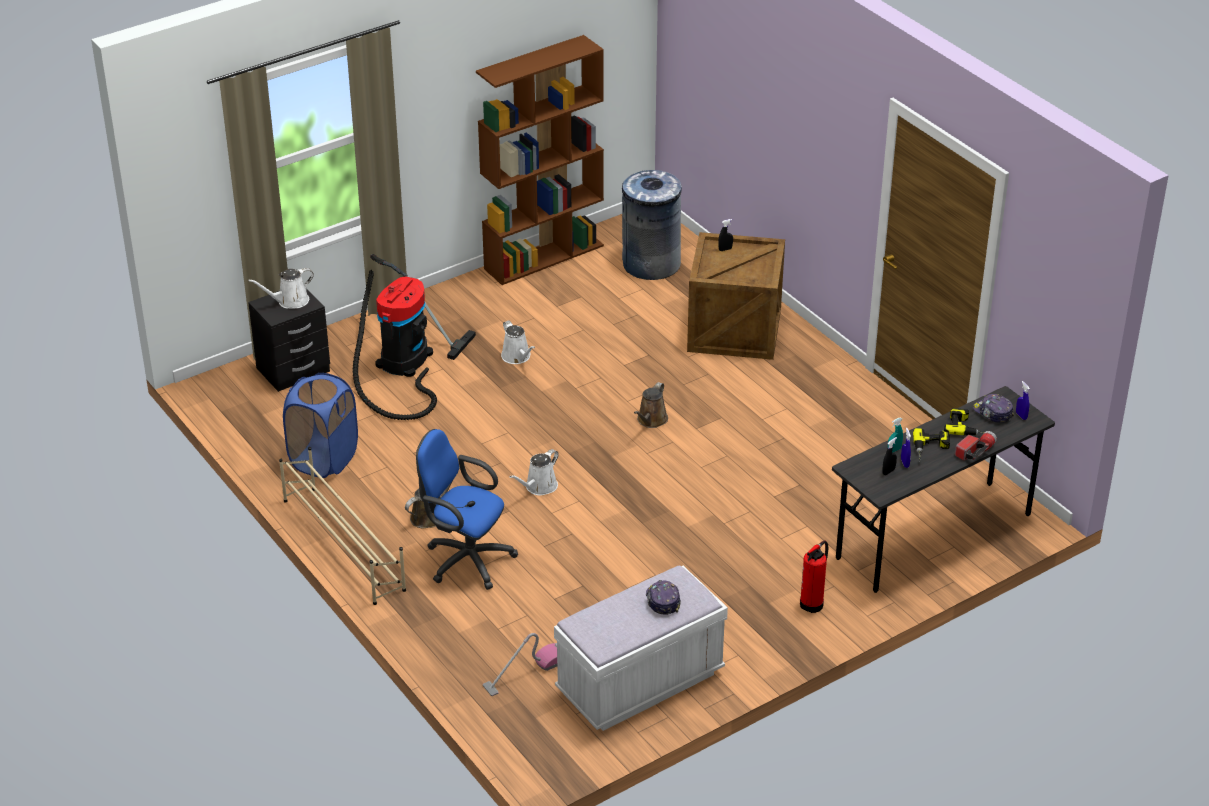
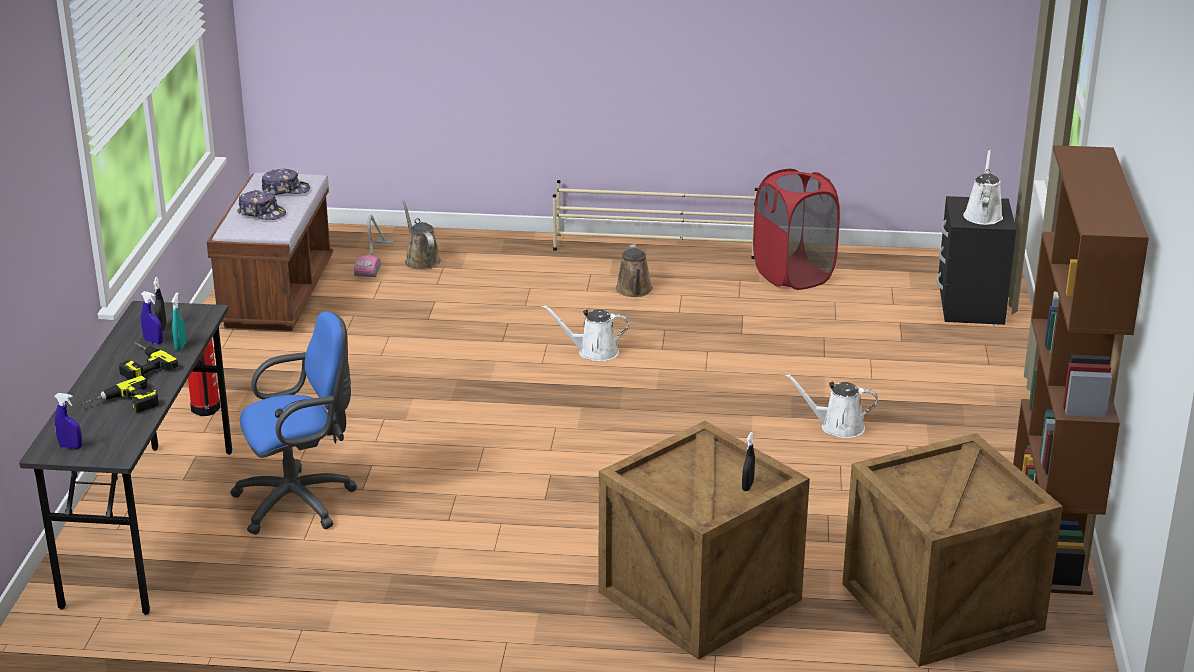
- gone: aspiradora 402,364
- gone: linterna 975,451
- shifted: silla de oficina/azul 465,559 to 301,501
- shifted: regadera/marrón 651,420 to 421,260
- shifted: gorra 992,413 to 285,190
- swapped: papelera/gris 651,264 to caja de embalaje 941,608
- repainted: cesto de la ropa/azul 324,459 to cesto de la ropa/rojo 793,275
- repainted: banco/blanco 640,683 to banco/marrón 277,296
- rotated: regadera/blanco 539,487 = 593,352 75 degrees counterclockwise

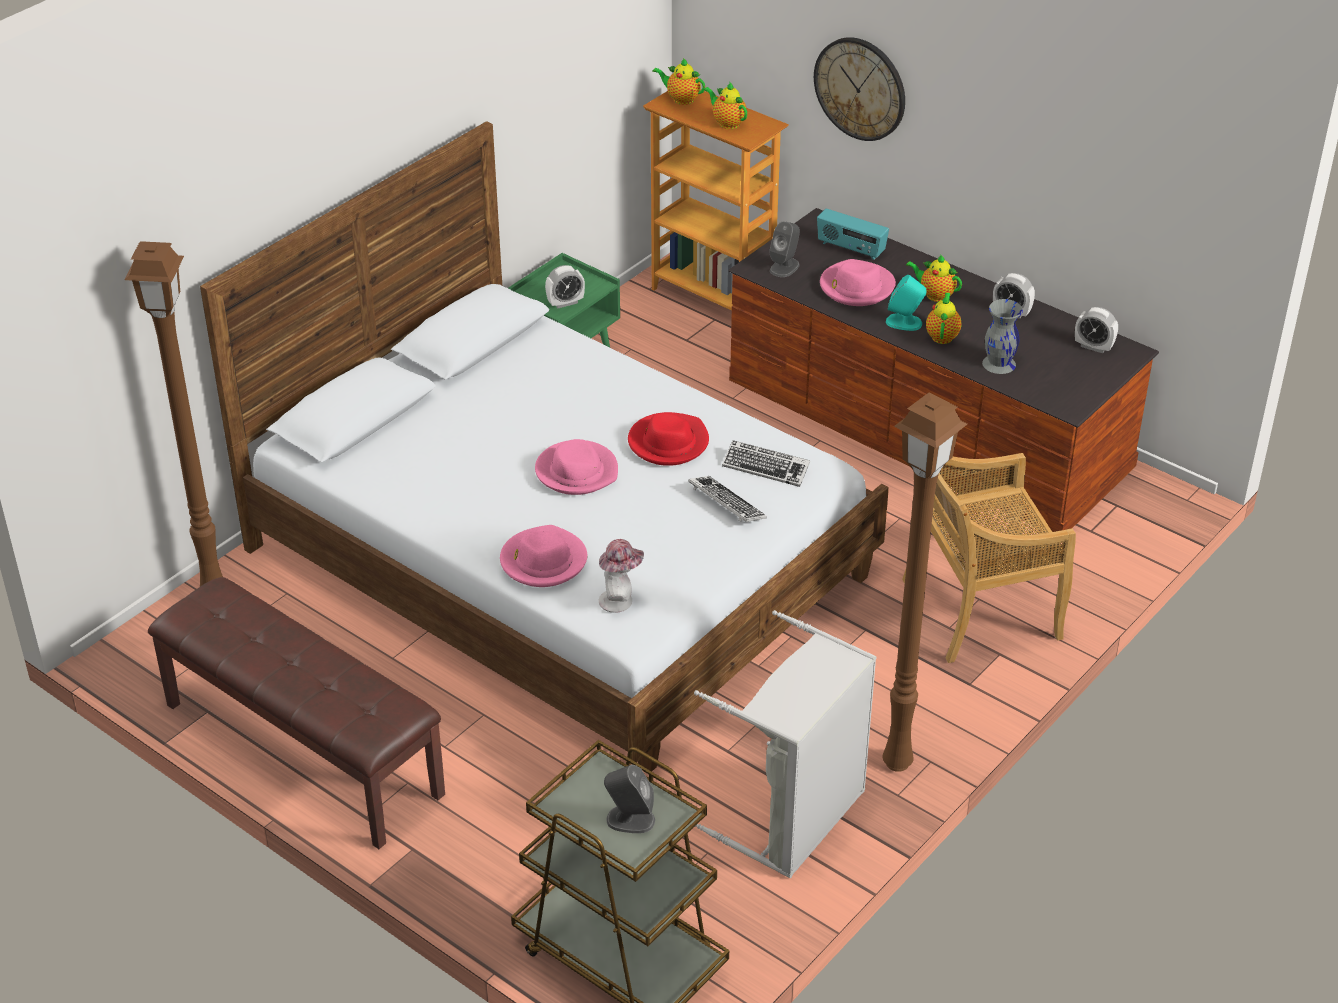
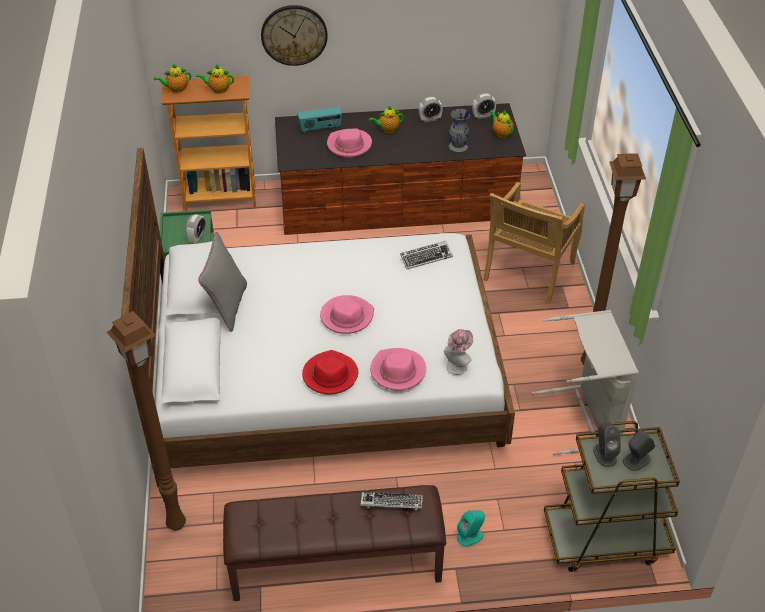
- new: cojín/gris 227,306
- shifted: sombrero/rojo 668,442 to 330,375
- shifted: teclado 726,504 to 391,503
- shifted: altavoz/gris 784,267 to 604,454
- shifted: altavoz/turquesa 904,322 to 470,536
- shifted: tetera 942,336 to 501,133

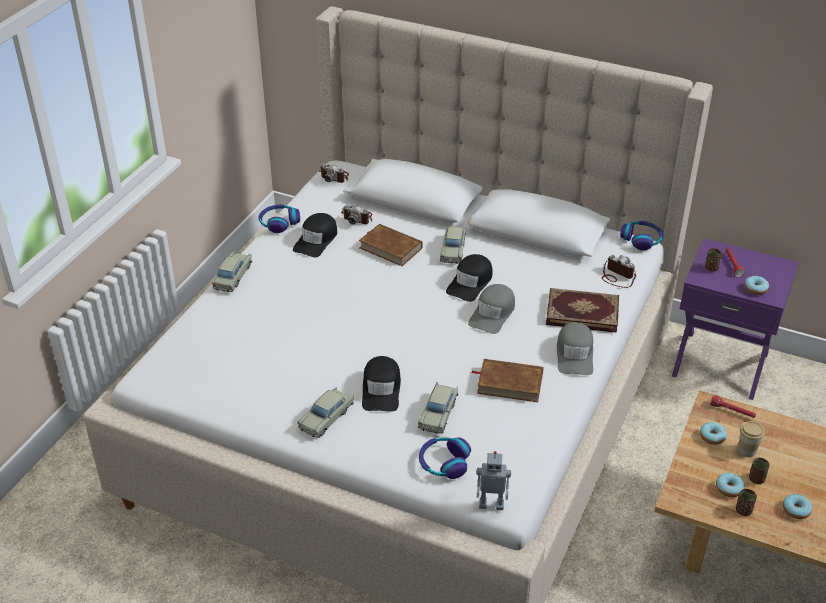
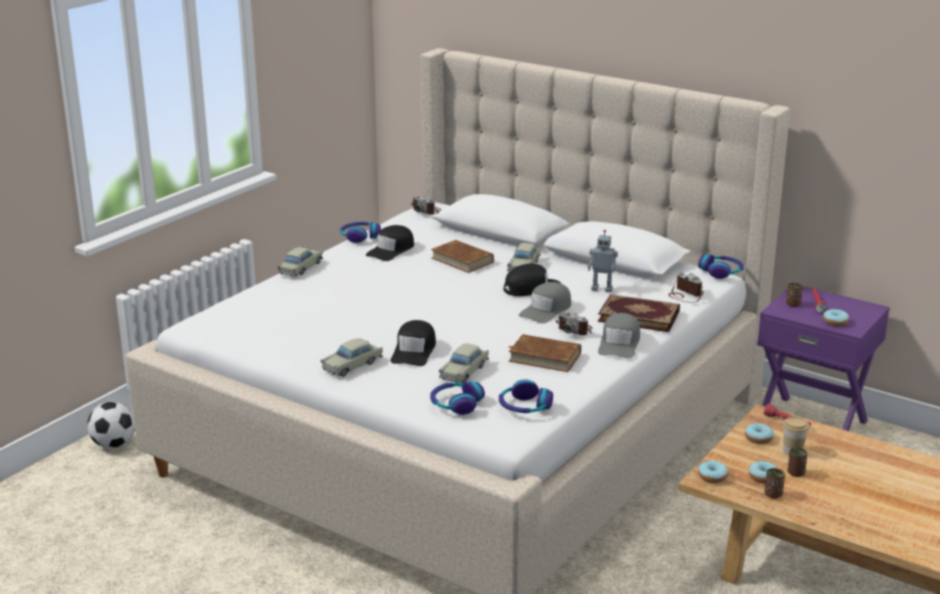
- new: balón de fútbol 114,445
- new: auriculares 524,407
- shifted: cámara 358,218 to 575,329
- shifted: robot de juguete 491,504 to 602,289
- shifted: rosquilla 796,510 to 712,477
- rotated: gorra/negro 470,283 = 532,288 150 degrees counterclockwise

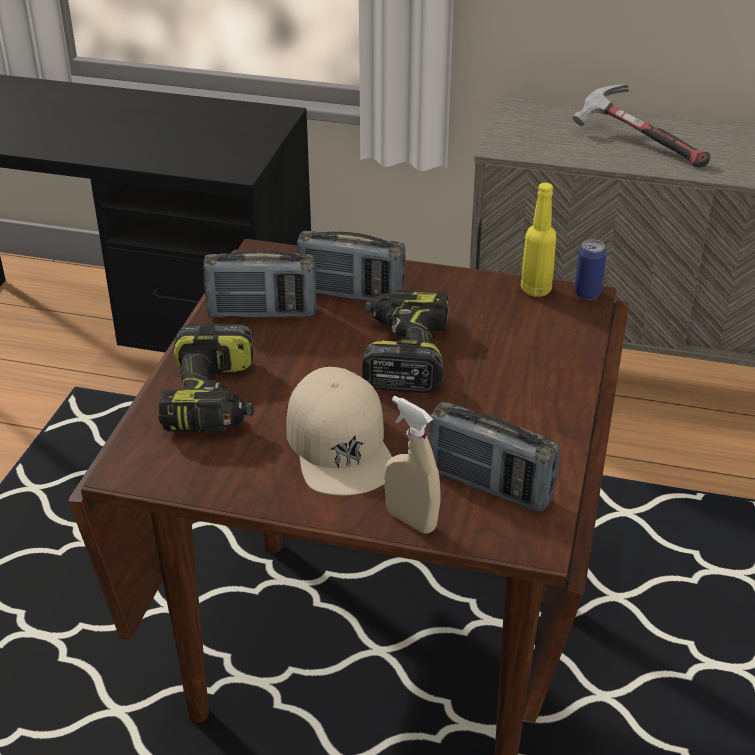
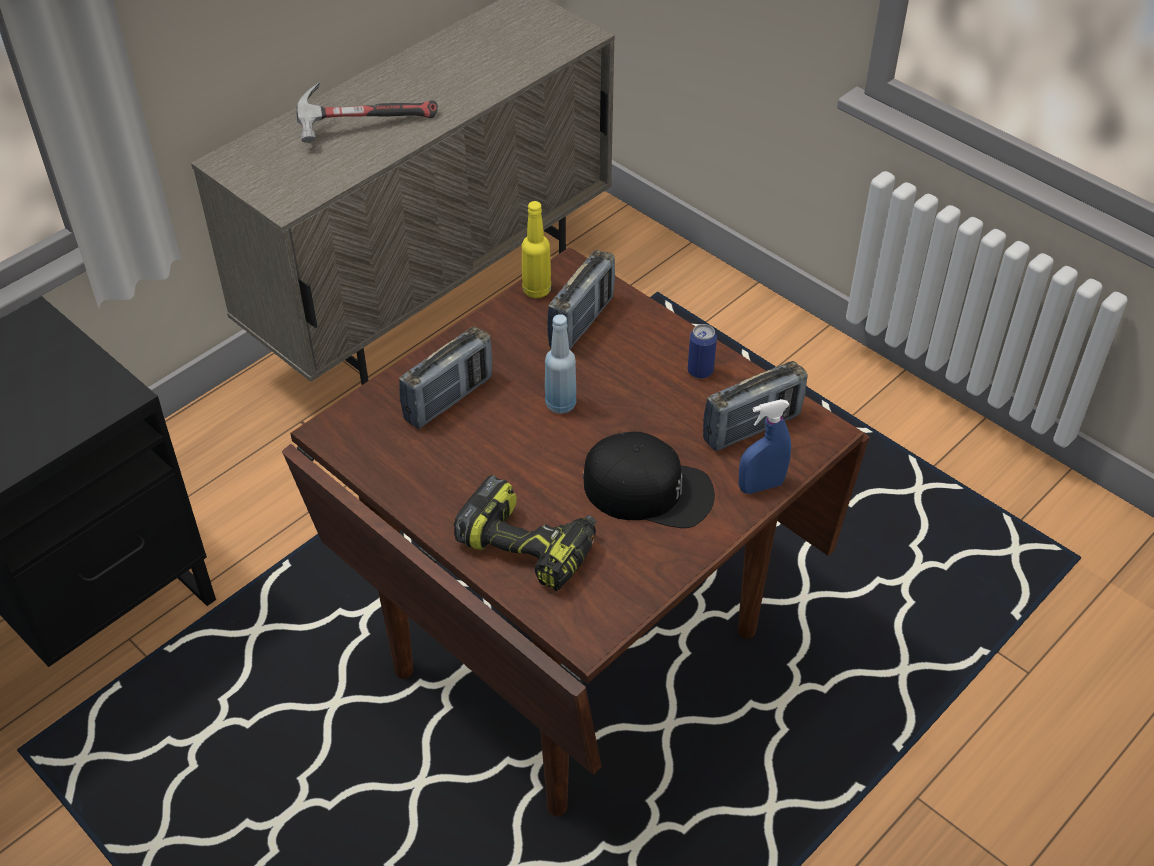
- shifted: radio 262,313 to 581,323
- shifted: lata 587,293 to 700,371
- swapped: taladro 403,354 to botella/azul 561,404
- repainted: gorra/beis 340,445 to gorra/negro 648,489
- repainted: pulverizador/beis 411,520 to pulverizador/azul 761,486

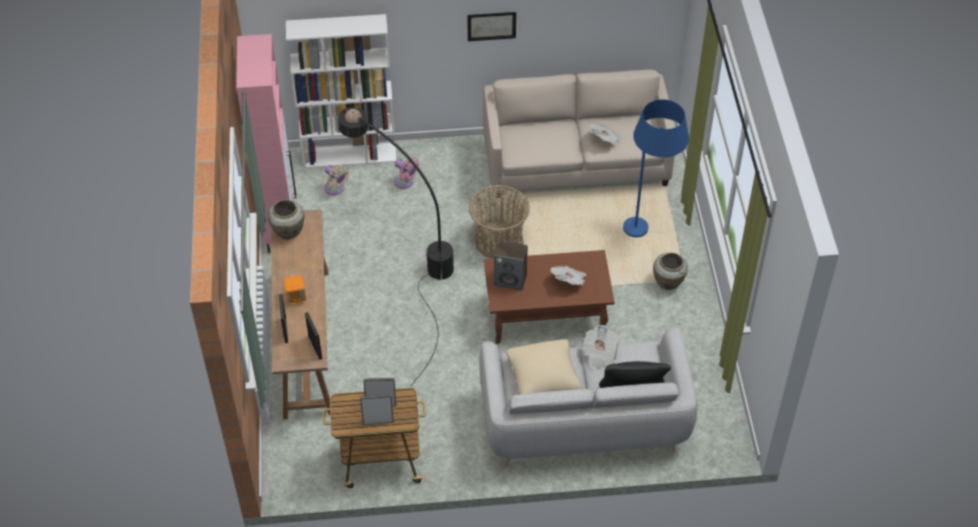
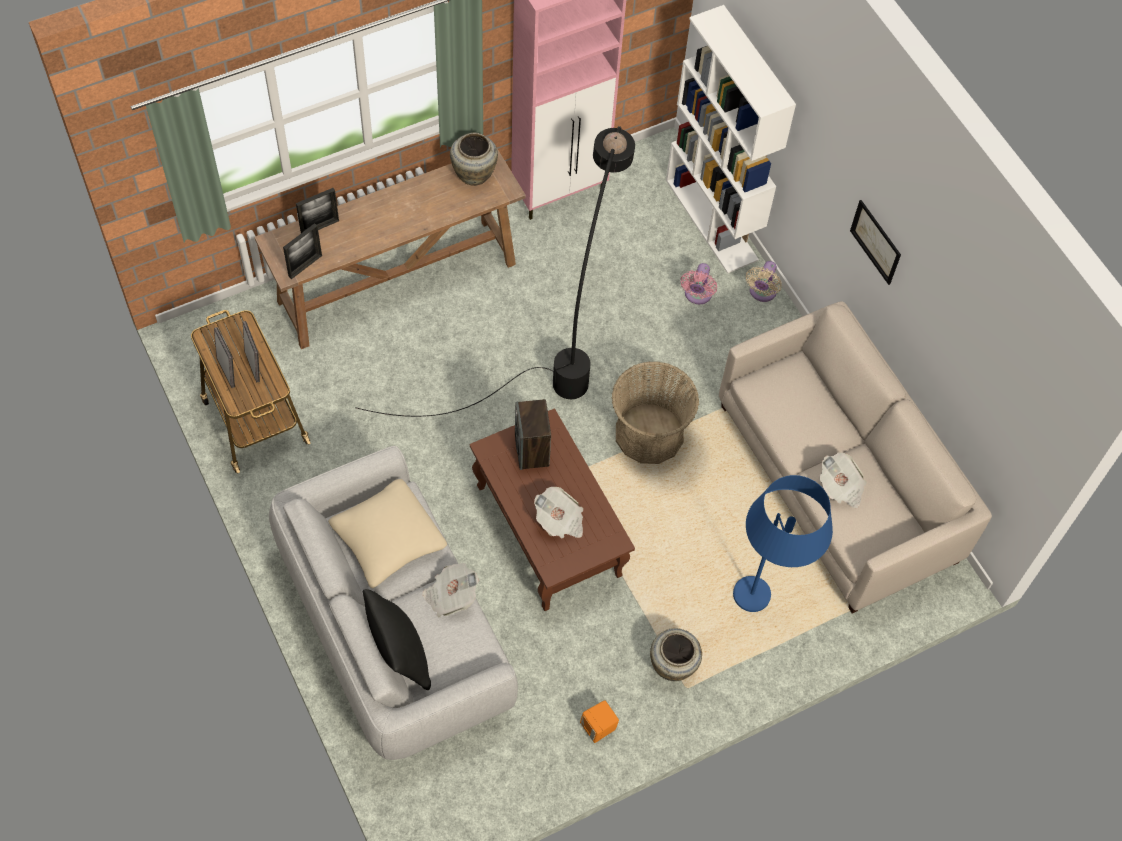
- shifted: altavoz/naranja 296,297 to 598,727
- shifted: ventilador/beis 335,189 to 761,293

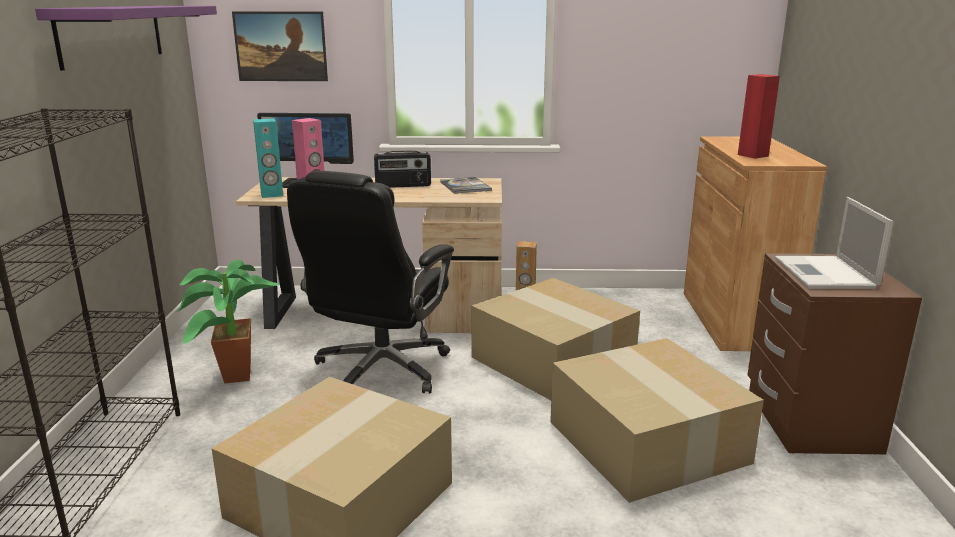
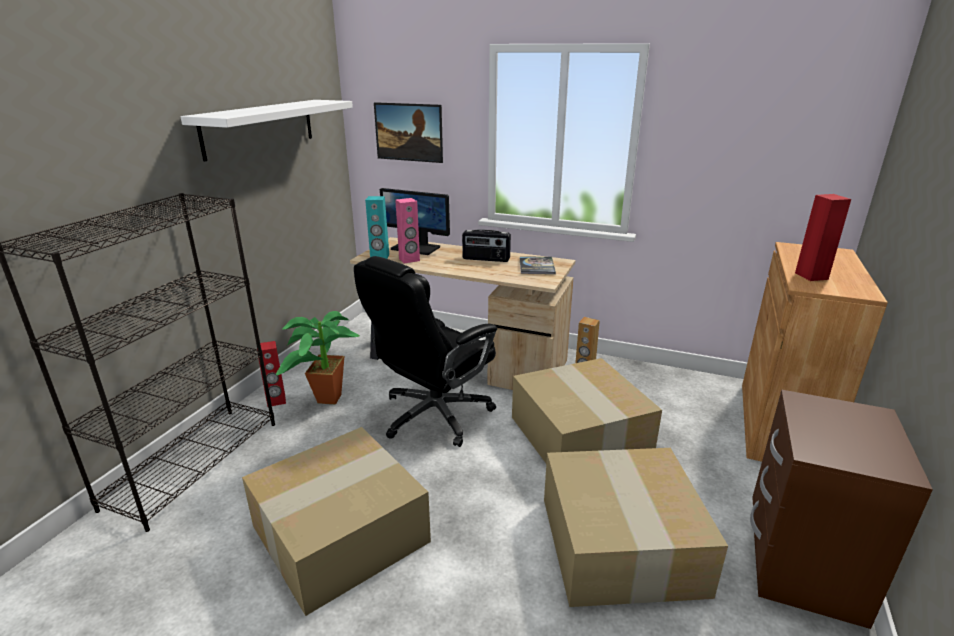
- gone: portátil 825,274
- new: altavoz/rojo 276,401
- repainted: estante/morado 112,34 to estante/blanco 260,127

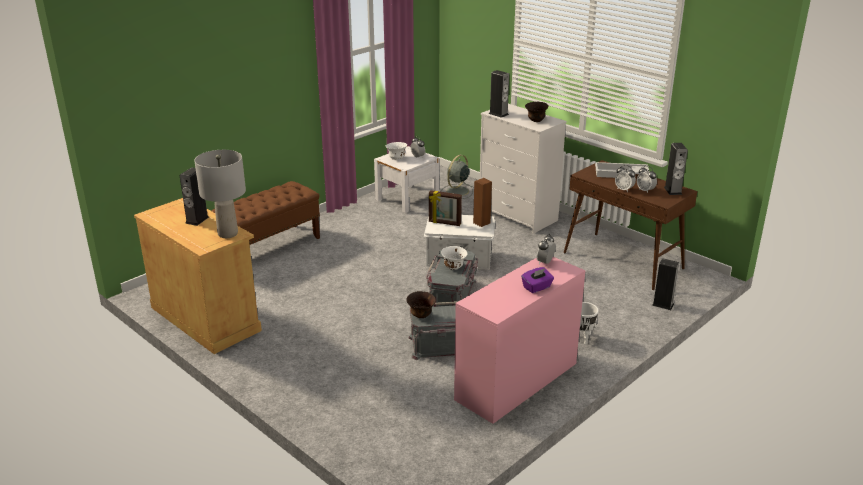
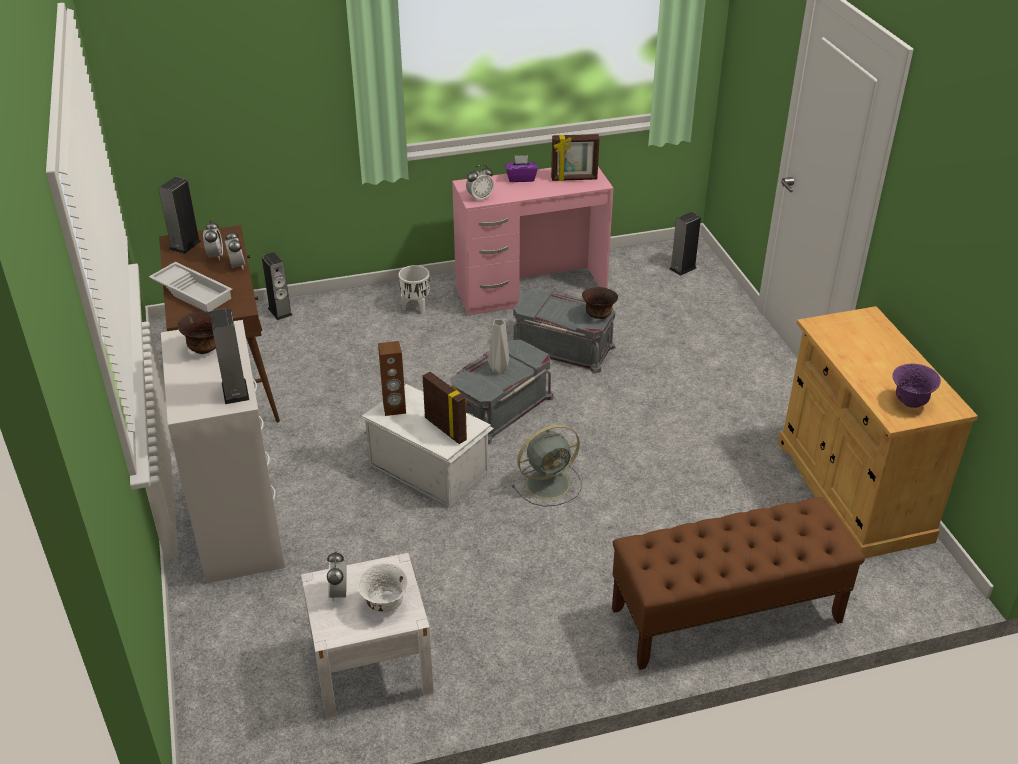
- gone: lámpara de mesa/gris 228,234
- new: portarretratos 574,179
- new: cuenco/morado 910,402
- shifted: altavoz 197,220 to 683,268
- shifted: ventilador/gris 457,191 to 549,483
- swapped: cuenco/blanco 453,267 to florero/gris 499,369

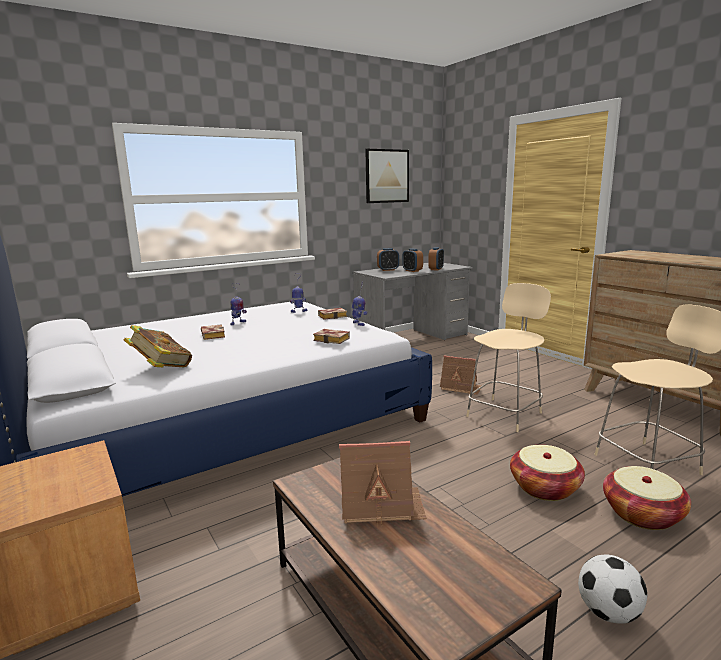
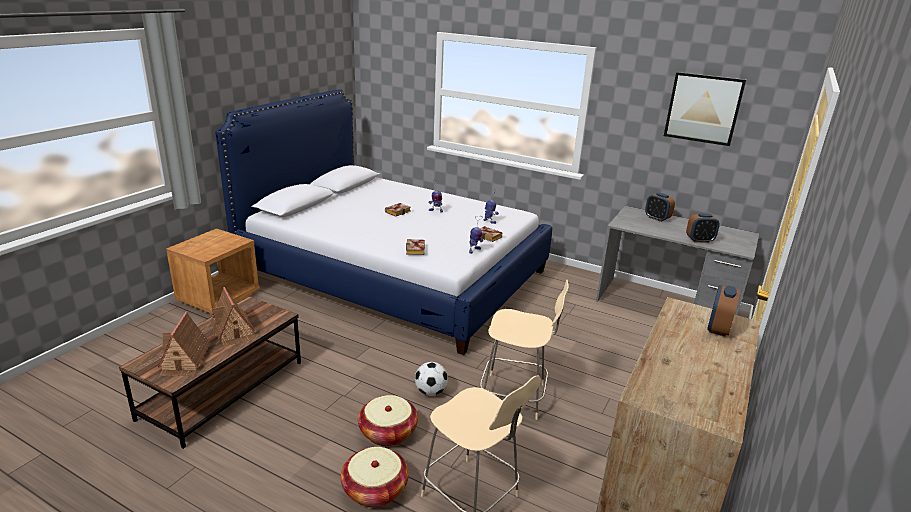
- gone: libro 161,368
- shifted: despertador 412,271 to 718,328
- shifted: casita 460,387 to 184,360
- shifted: balón de fútbol 608,613 to 430,392

